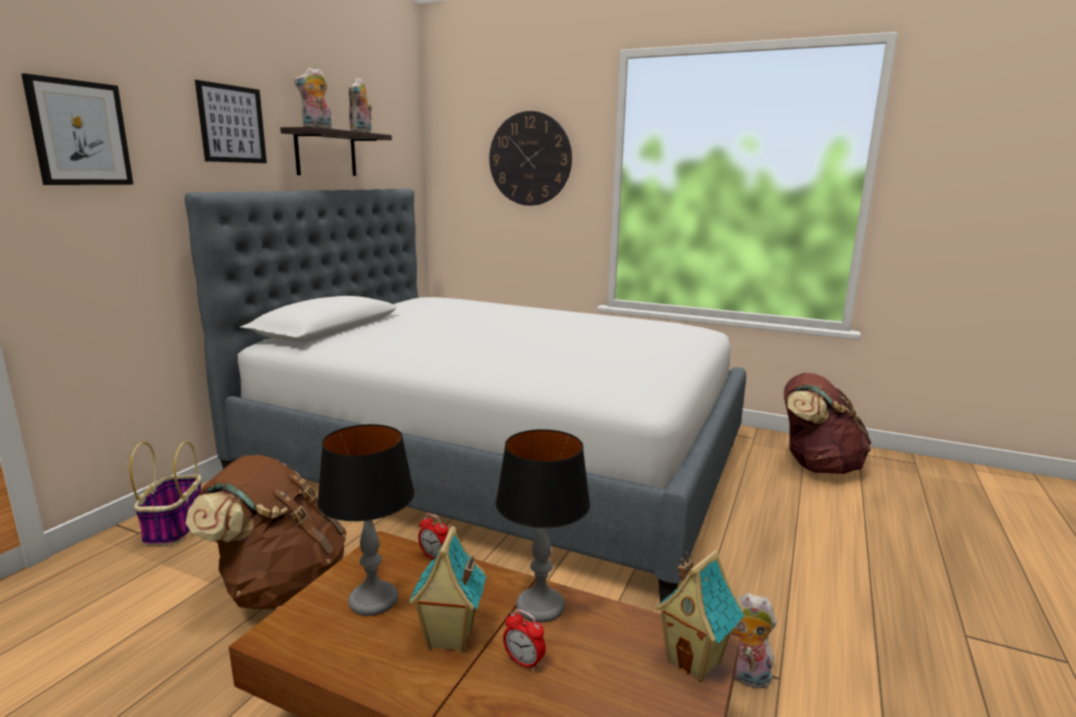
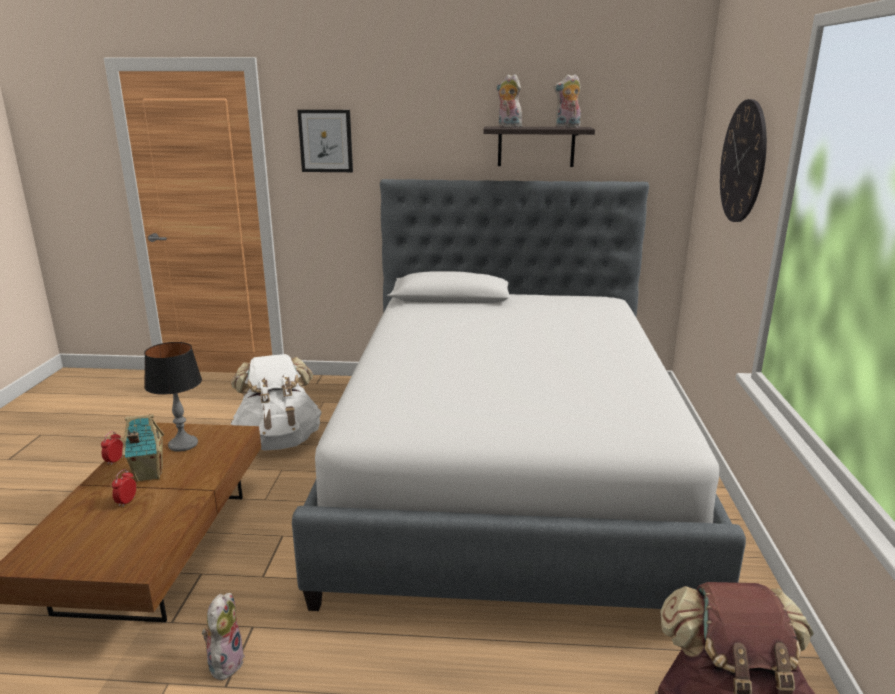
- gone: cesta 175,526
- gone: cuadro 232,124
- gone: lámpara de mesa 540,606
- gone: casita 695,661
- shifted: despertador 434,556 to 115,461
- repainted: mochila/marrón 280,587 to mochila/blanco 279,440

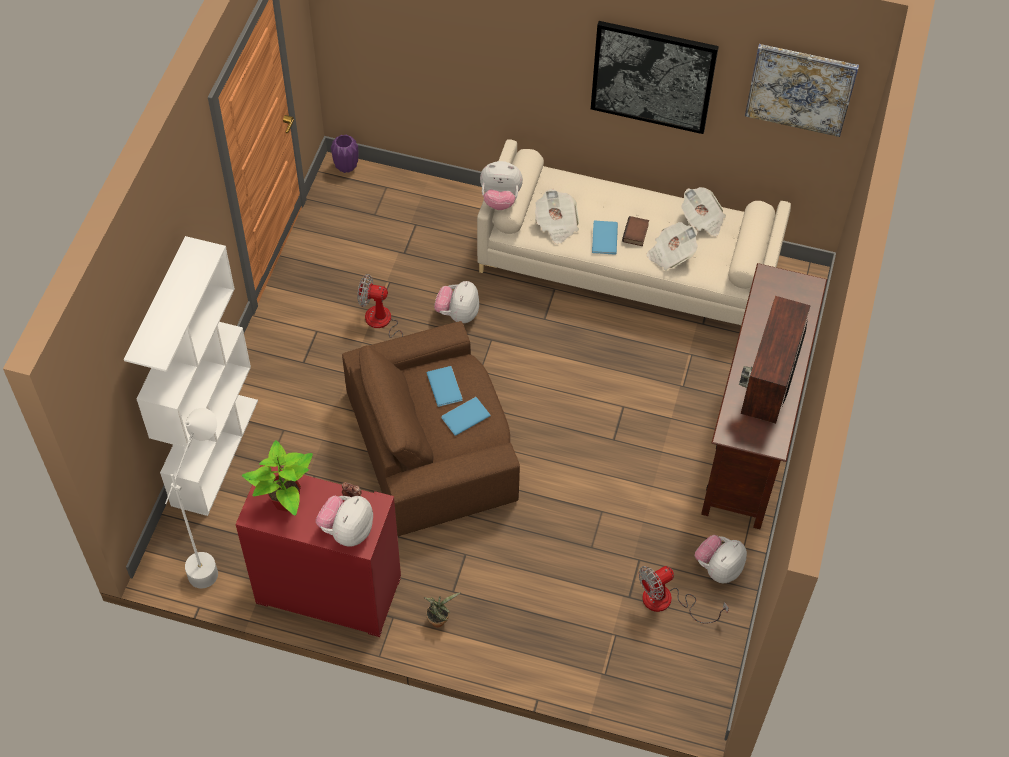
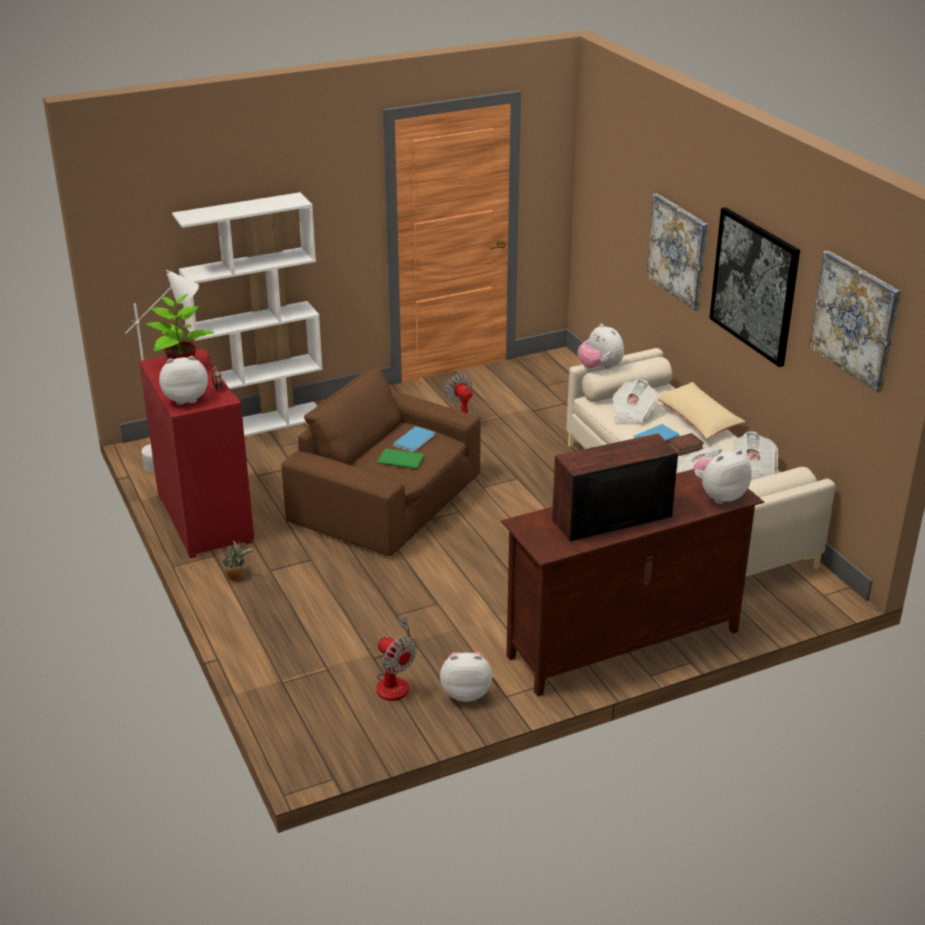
- gone: florero/morado 346,167
- new: cuadro 678,251
- new: cojín/beis 698,419
- shifted: peluche 458,314 to 719,496
- repainted: libro/azul 464,416 to libro/verde 400,459
- rotated: ventilador 668,602 = 395,681 150 degrees counterclockwise

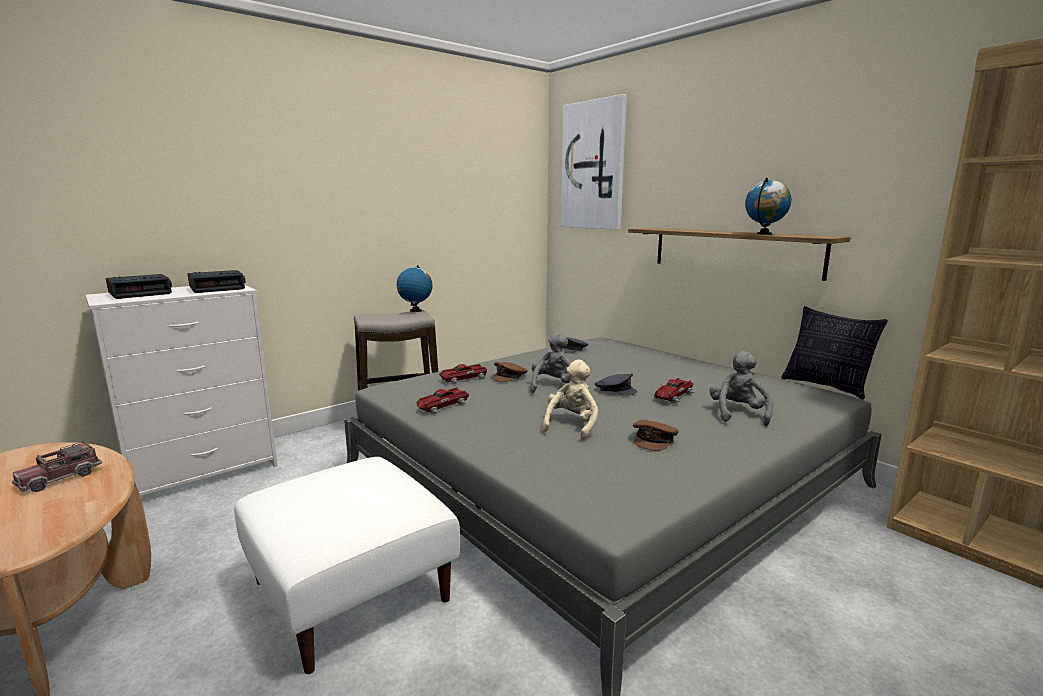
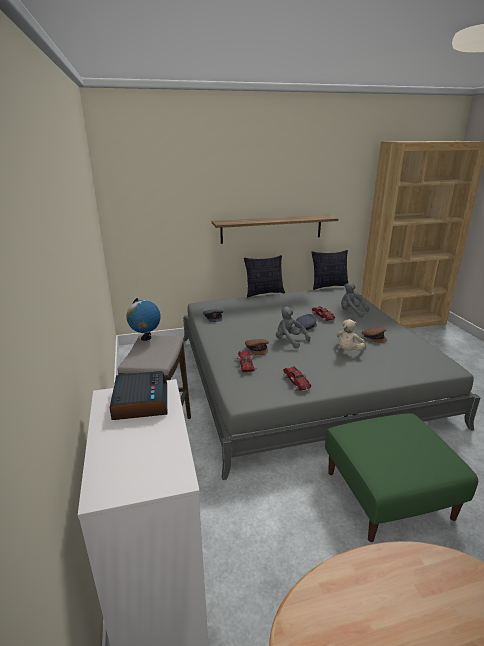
- gone: camión de juguete 60,478
- gone: despertador 140,293
- gone: cuadro 593,166
- gone: globo terráqueo 764,234
- new: cojín 264,293
- repainted: puf/blanco 352,591 to puf/verde 388,494
- rotated: peluche/beis 572,426 = 348,351 105 degrees counterclockwise

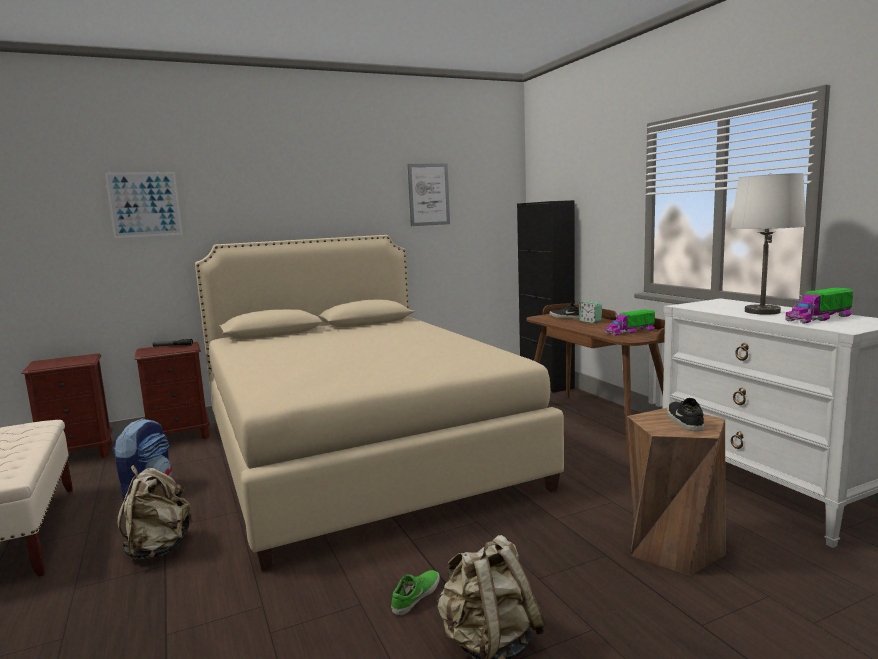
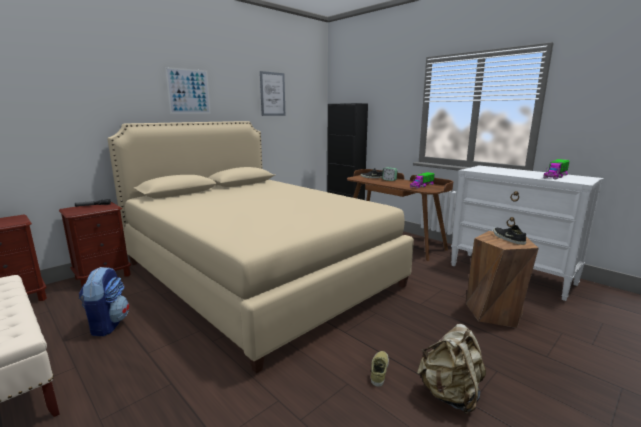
- gone: mochila/beis 158,549
- gone: lámpara de mesa/blanco 762,311
- shifted: cuadro 144,204 to 188,91
- repainted: zapato/verde 415,596 to zapato/beis 378,370

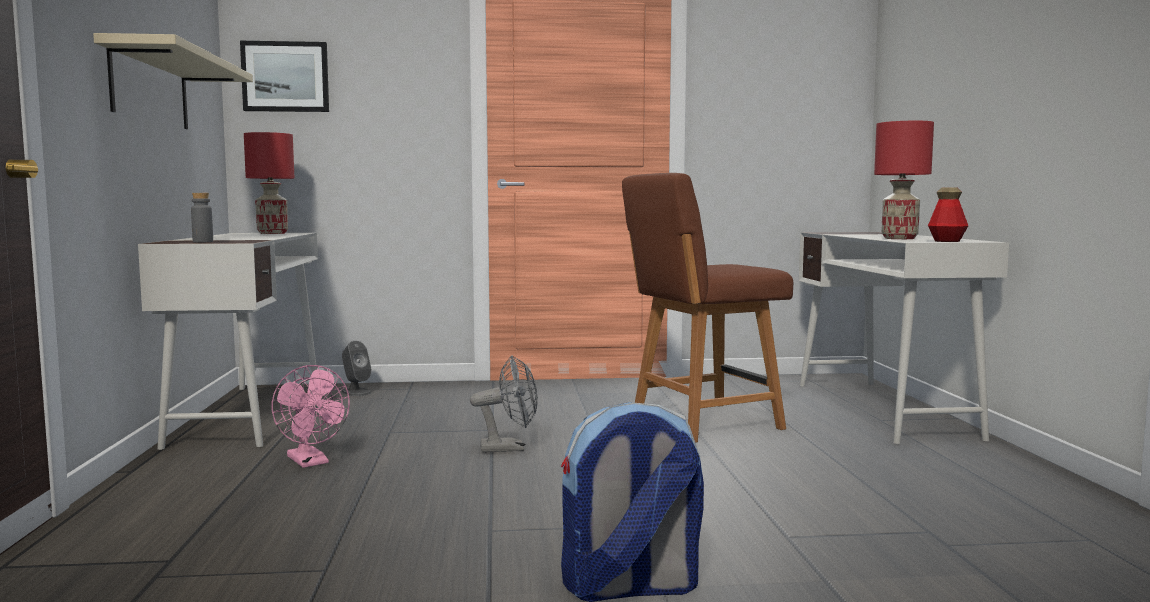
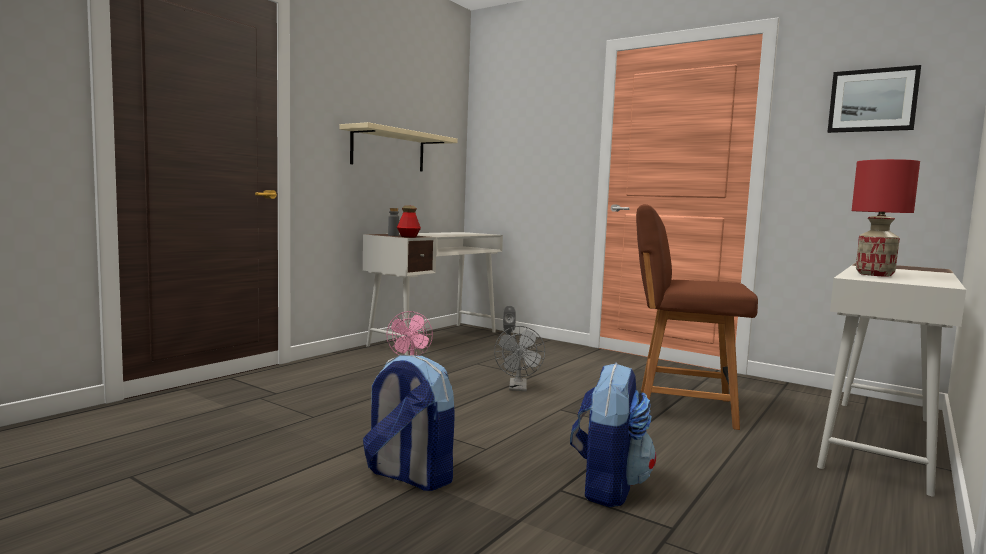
- gone: lámpara de mesa/rojo 272,233
- new: mochila 608,486
- shifted: cuadro 285,77 to 872,100
- shifted: botella 947,241 to 408,236
- rotated: ventilador/gris 510,448 = 518,388 60 degrees clockwise

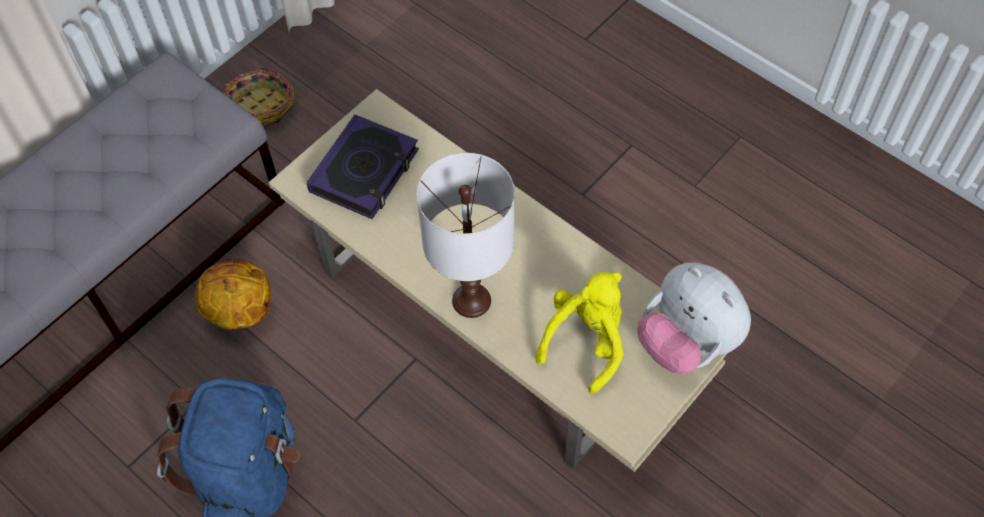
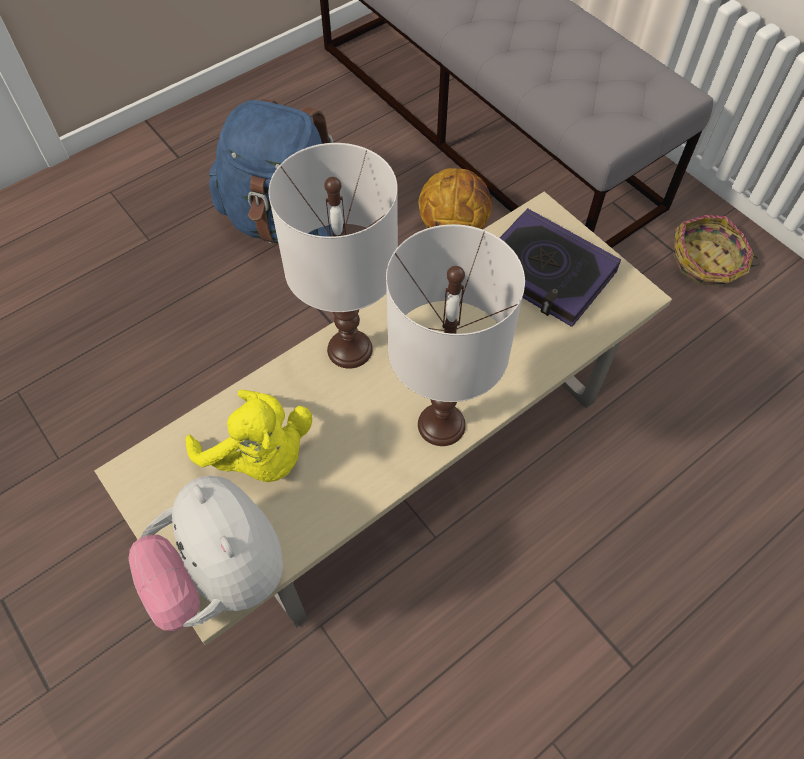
- new: lámpara de mesa/blanco 441,425
- rotated: peluche 687,342 = 221,575 90 degrees counterclockwise

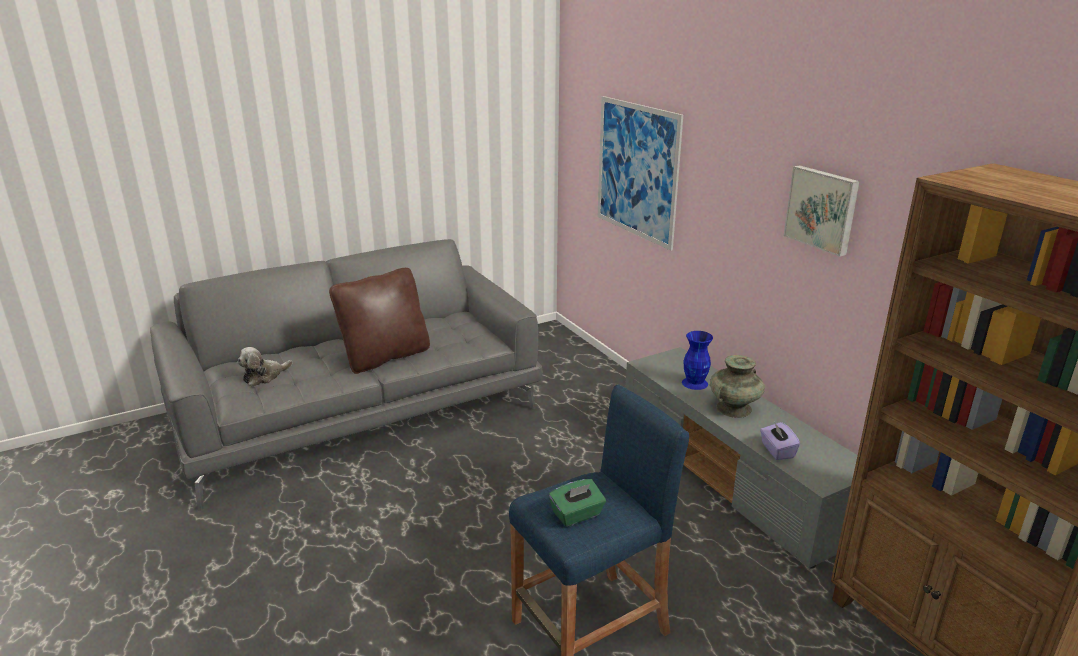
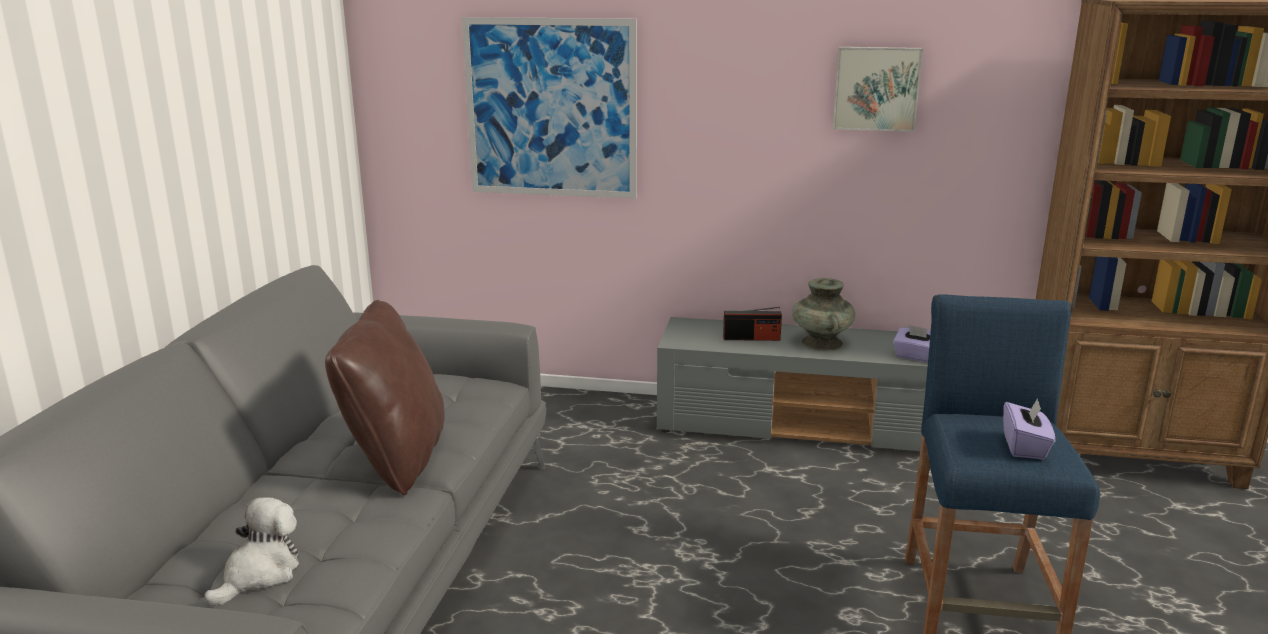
- swapped: florero/azul 695,383 to radio 751,338
- repainted: caja de pañuelos/verde 577,515 to caja de pañuelos/morado 1025,447
- rotated: peluche 264,376 = 260,574 150 degrees counterclockwise

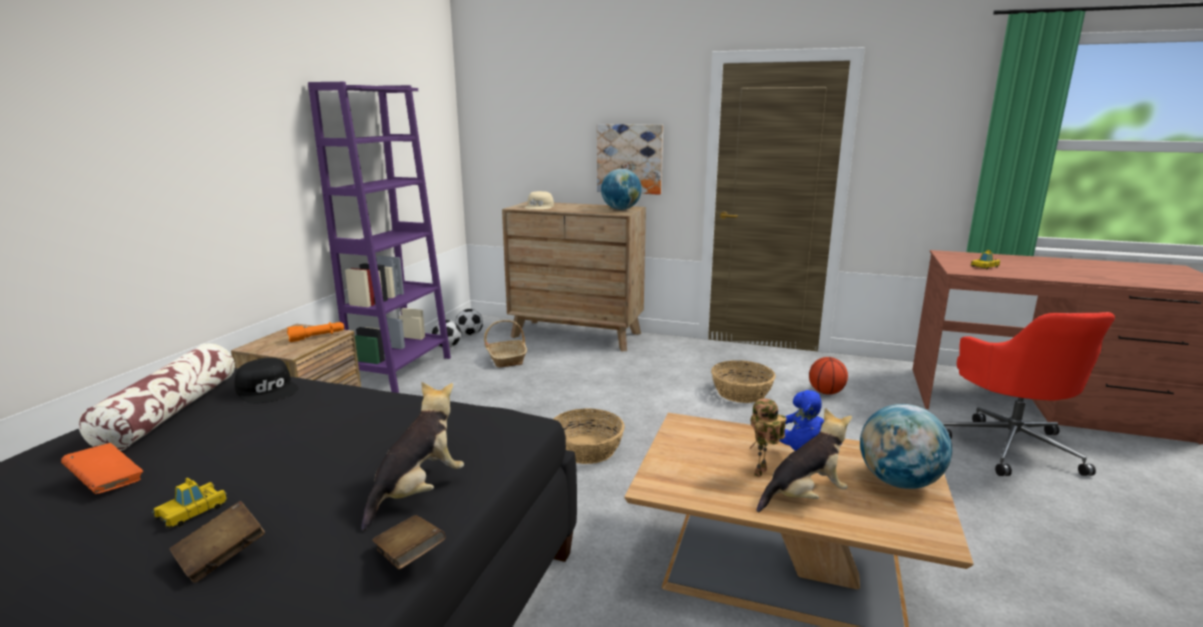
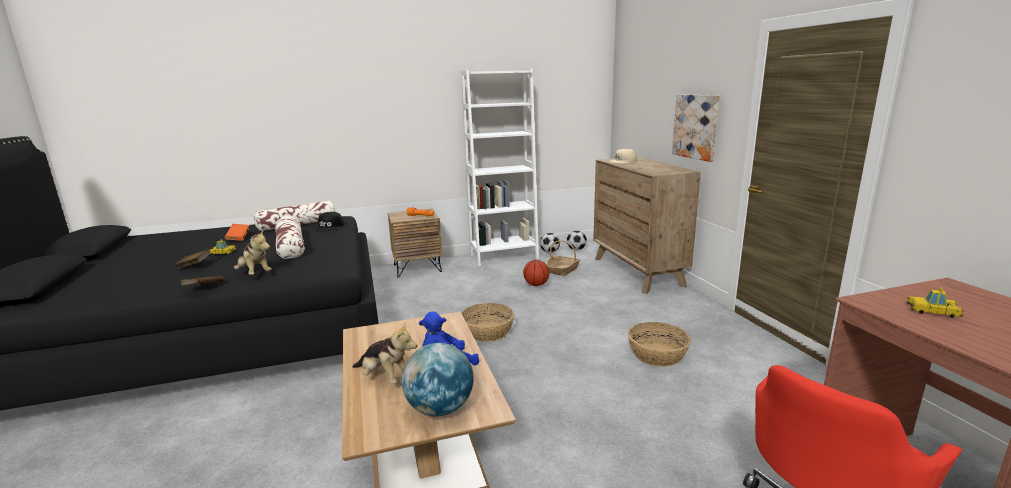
- gone: globo terráqueo 621,209
- gone: robot de juguete 762,473
- new: cojín 290,247
- shifted: balón de baloncesto 826,392 to 536,285
- repainted: estantería/morado 402,371 to estantería/blanco 503,256
- rotated: peluche 418,491 = 254,274 45 degrees clockwise

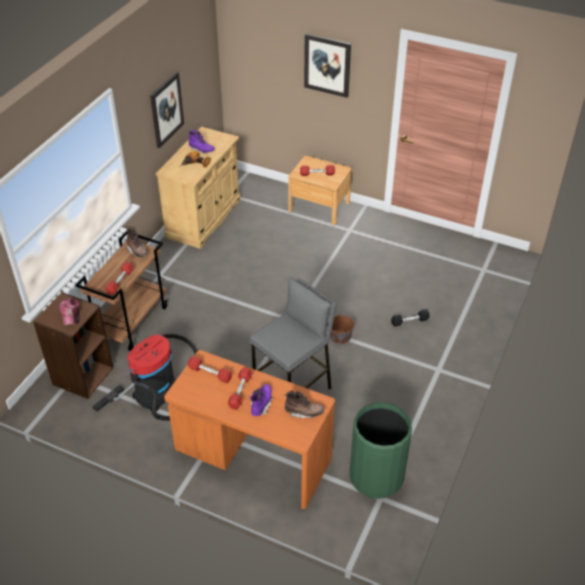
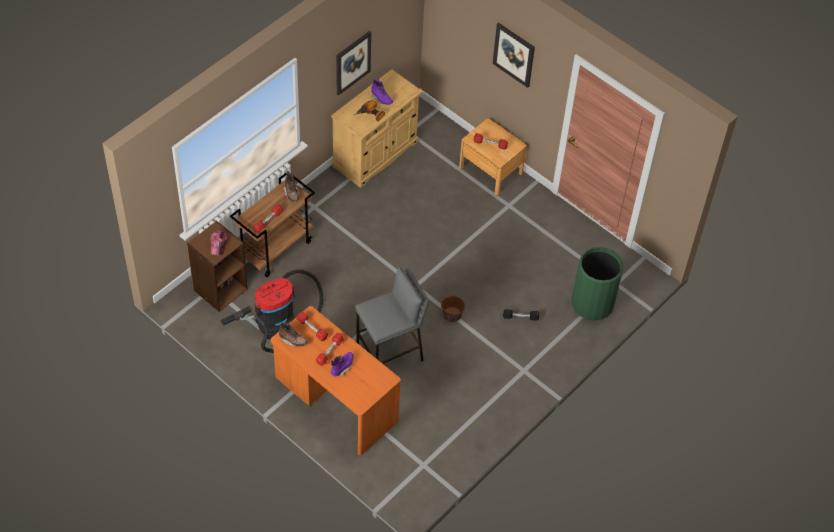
- shifted: bota/marrón 304,412 to 293,340
- shifted: papelera/verde 376,476 to 592,303

